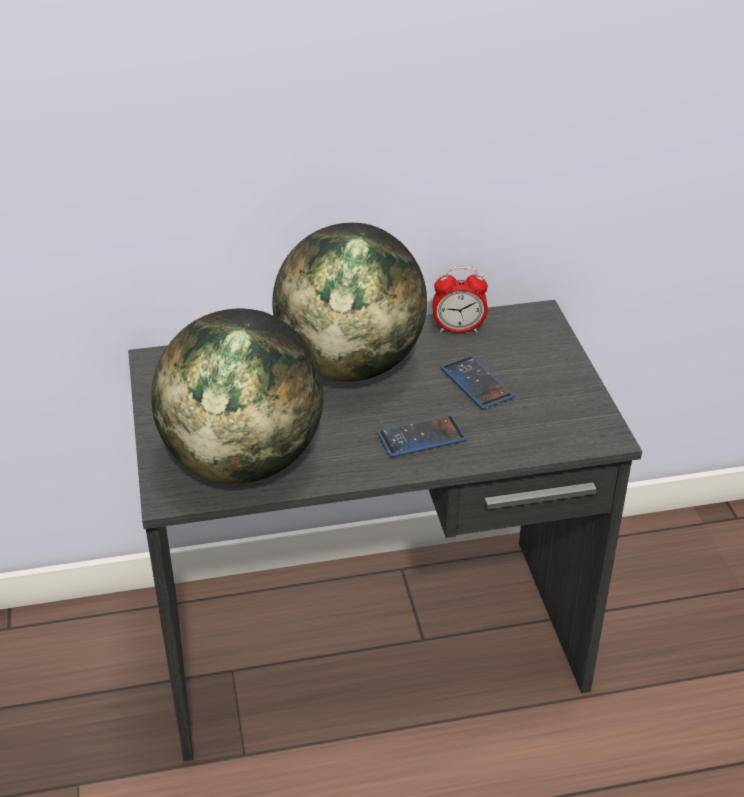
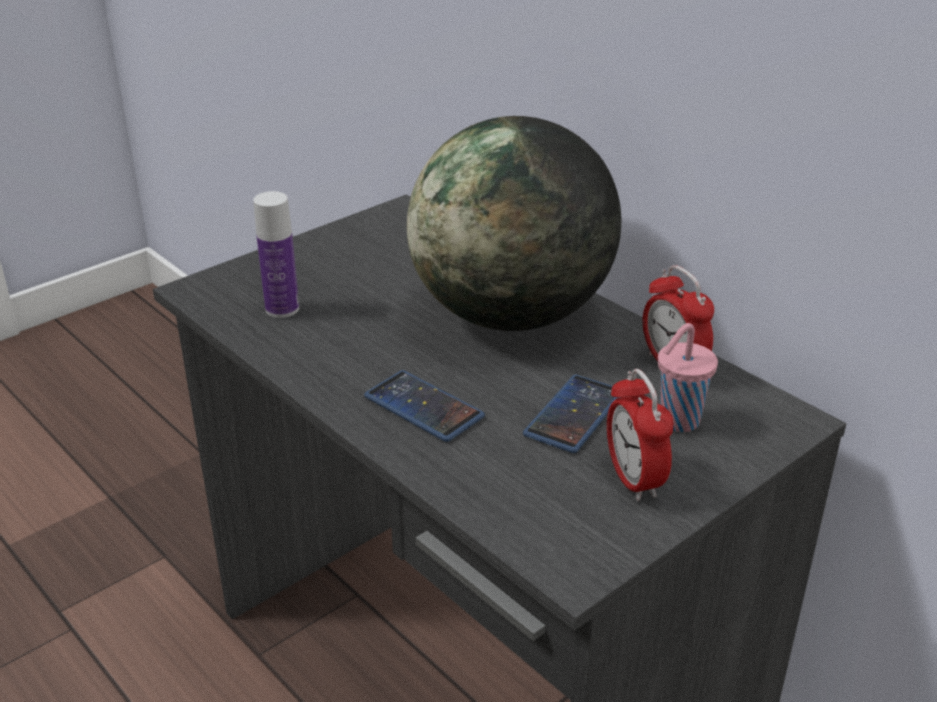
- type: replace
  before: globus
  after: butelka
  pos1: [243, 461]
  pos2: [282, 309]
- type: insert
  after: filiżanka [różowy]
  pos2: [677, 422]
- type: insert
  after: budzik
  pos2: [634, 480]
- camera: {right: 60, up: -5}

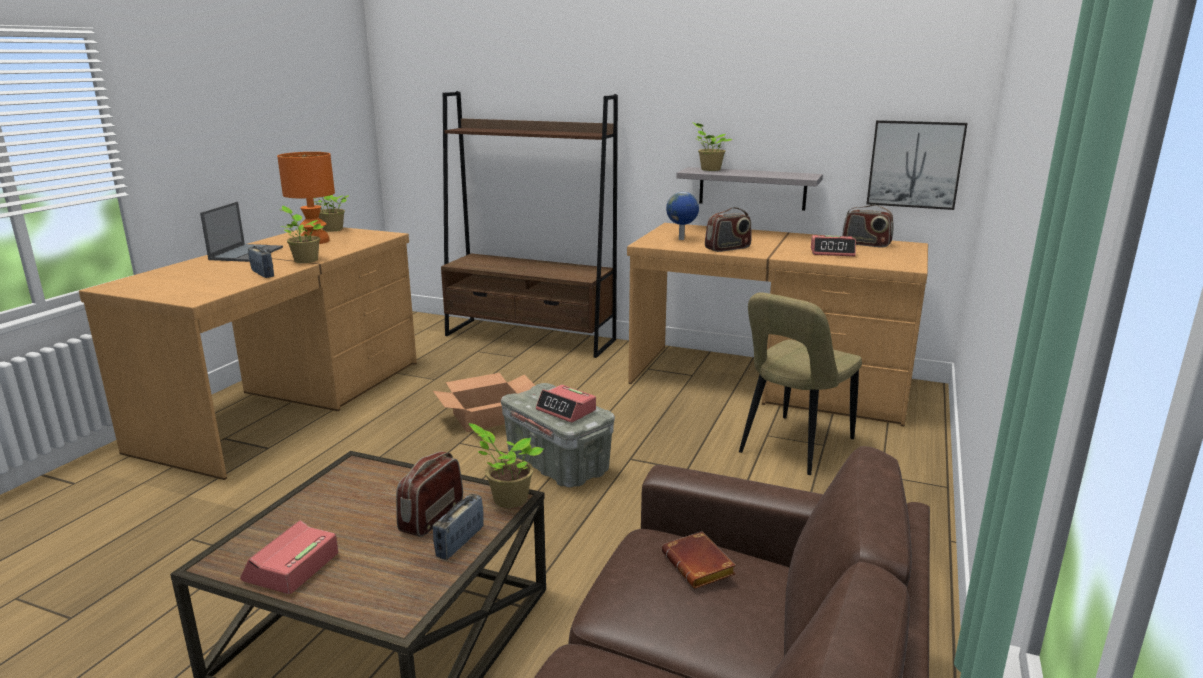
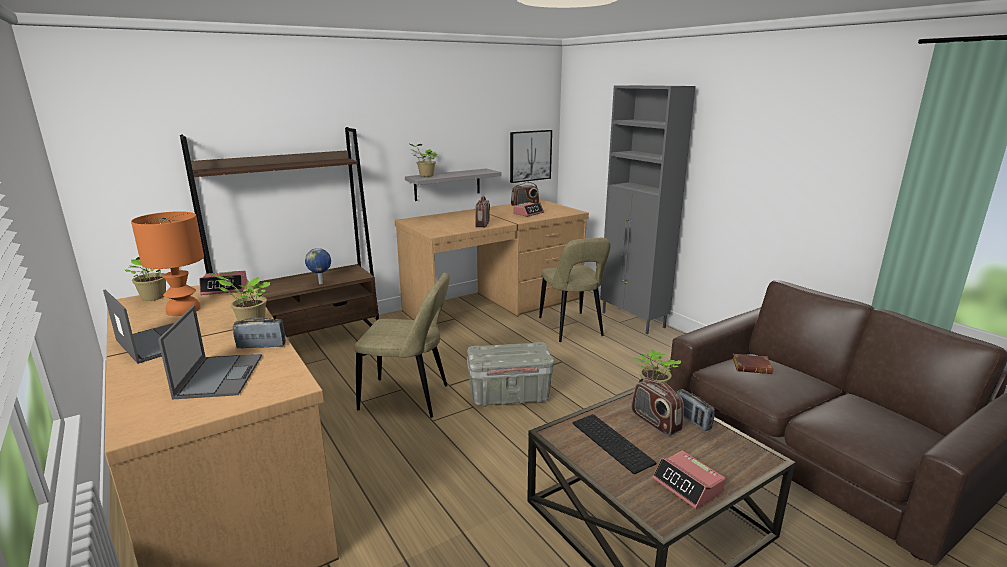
- type: move
  before: globus
  pos1: [681, 239]
  pos2: [321, 283]
- type: replace
  before: karton
  after: krzesło [beżowy]
  pos1: [487, 417]
  pos2: [408, 398]
- type: move
  before: budzik
  pos1: [566, 410]
  pos2: [225, 288]
- type: insert
  after: szafka [szary]
  pos2: [633, 320]
- type: insert
  after: laptop
  pos2: [219, 375]
- type: insert
  after: klawiatura
  pos2: [614, 442]
- camera: {right: -55, up: 0}

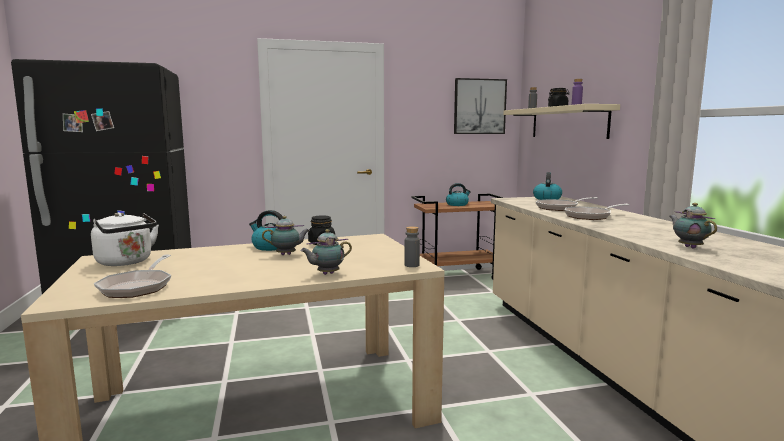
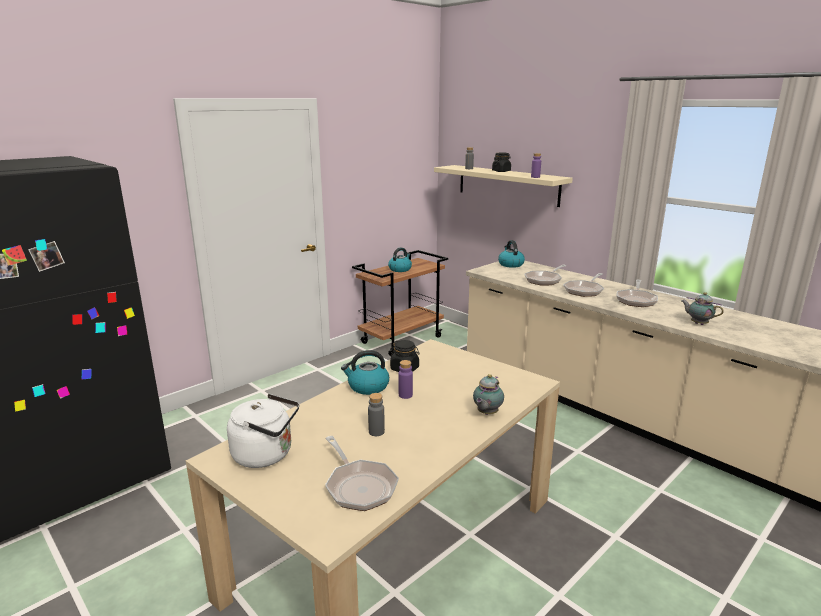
- type: delete
  before: obraz
  pos1: [479, 106]
- type: replace
  before: imbryk
  after: butelka [fioletowy]
  pos1: [287, 254]
  pos2: [405, 395]
- type: move
  before: butelka [szary]
  pos1: [411, 265]
  pos2: [376, 432]
- type: insert
  after: patelnia
  pos2: [636, 300]
- camera: {right: -30, up: 10}

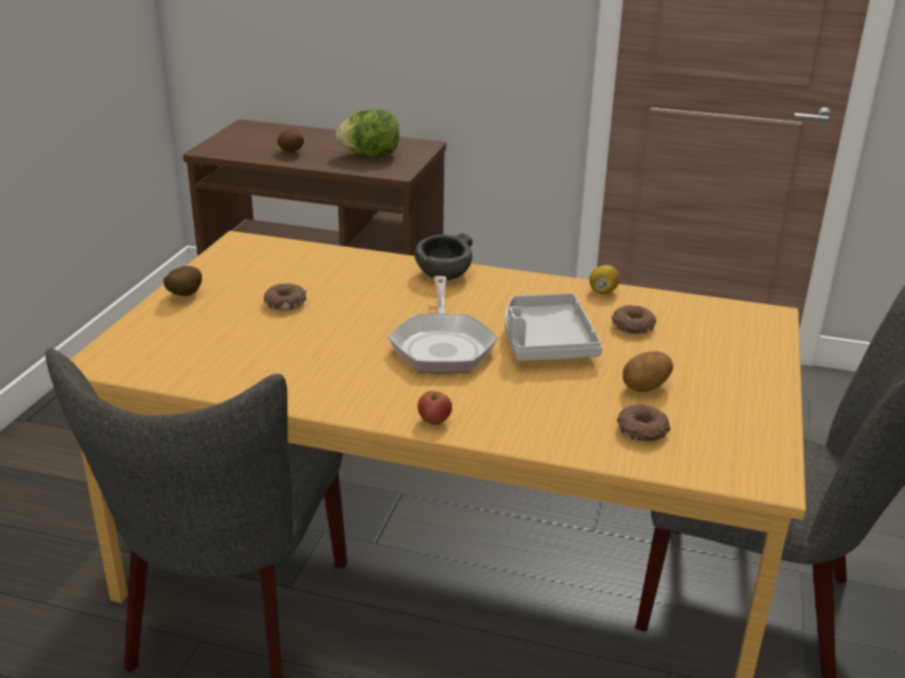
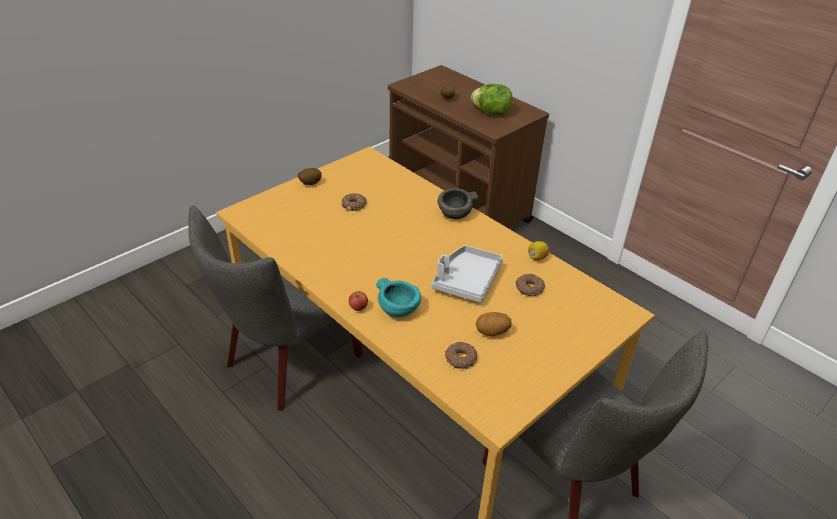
- type: delete
  before: patelnia
  pos1: [442, 346]
- type: insert
  after: miska [turkusowy]
  pos2: [399, 309]
- camera: {right: 30, up: 10}

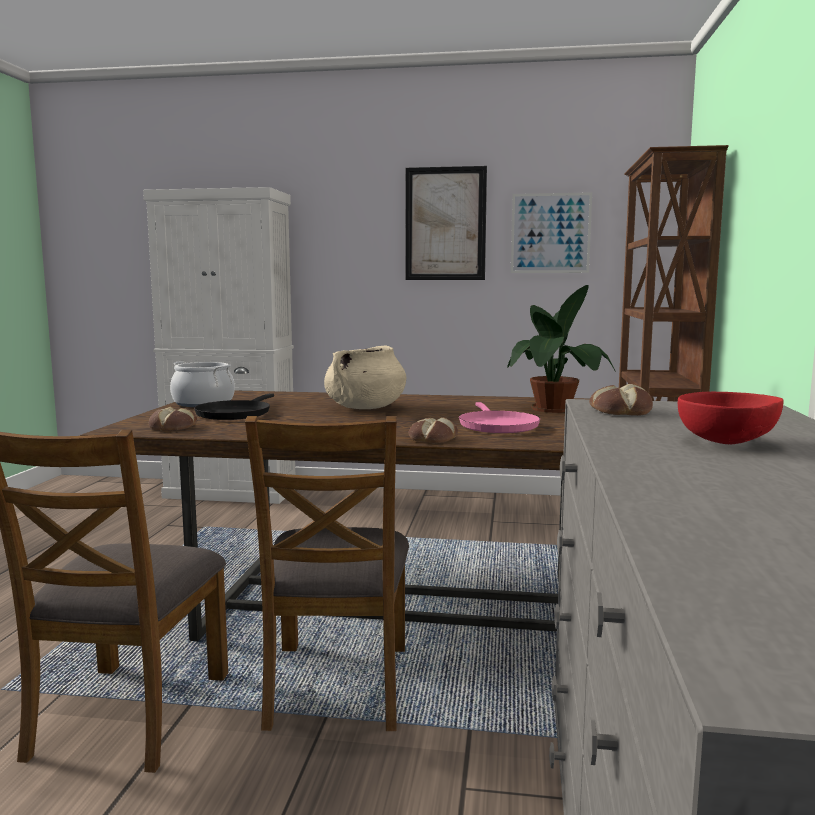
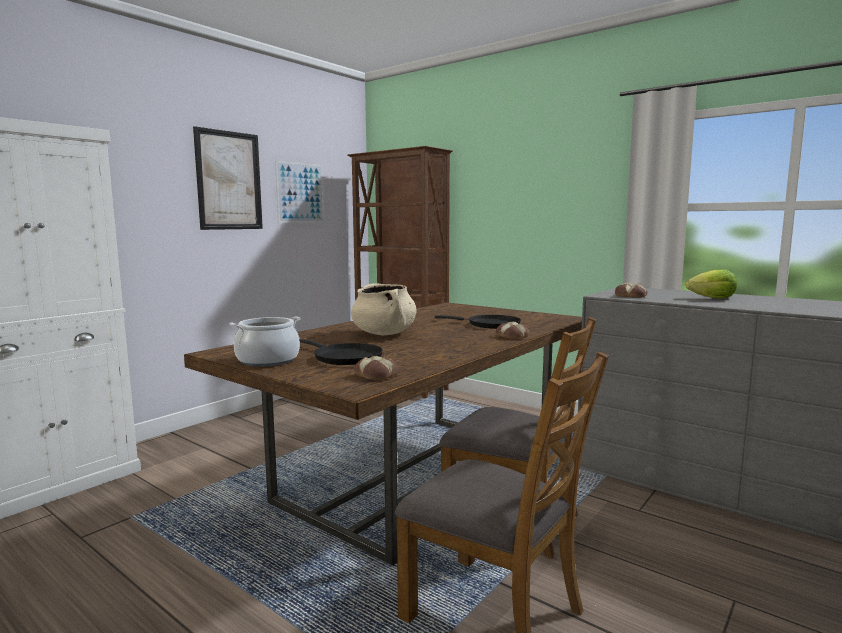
- type: delete
  before: roślina doniczkowa
  pos1: [555, 409]
- type: replace
  before: miska [czerwony]
  after: sałata
  pos1: [727, 443]
  pos2: [712, 298]
- type: recolor
  before: patelnia [różowy]
  after: patelnia [czarny]
  pos1: [496, 426]
  pos2: [490, 325]
- camera: {right: -60, up: 0}

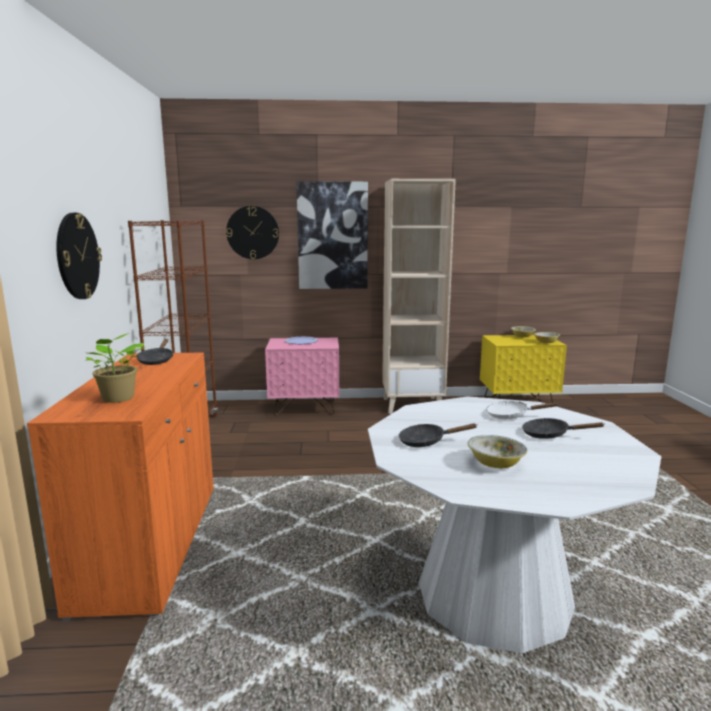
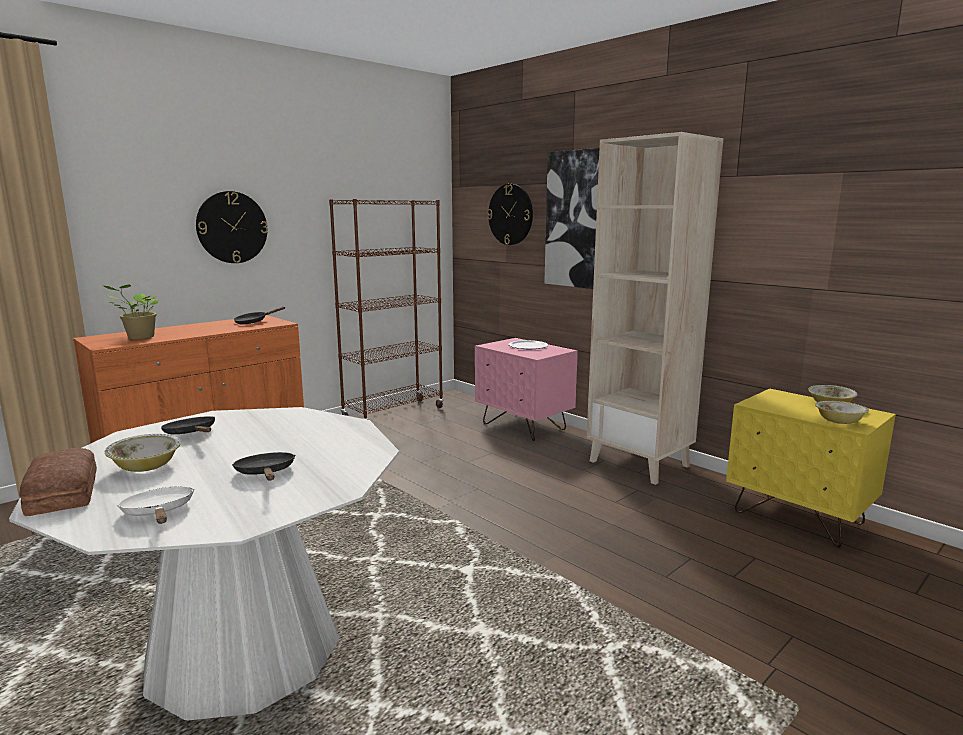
- type: move
  before: patelnia [biały]
  pos1: [511, 415]
  pos2: [159, 513]
- type: insert
  after: chleb
  pos2: [65, 492]
- camera: {right: 50, up: 0}

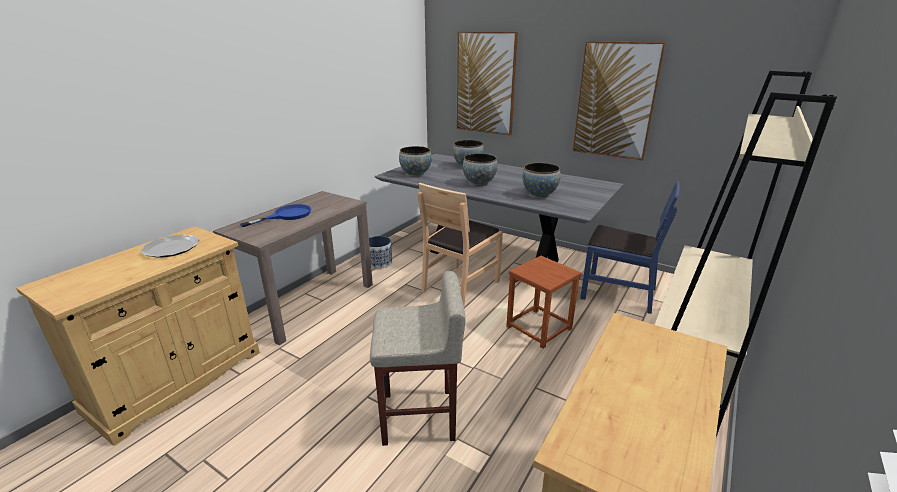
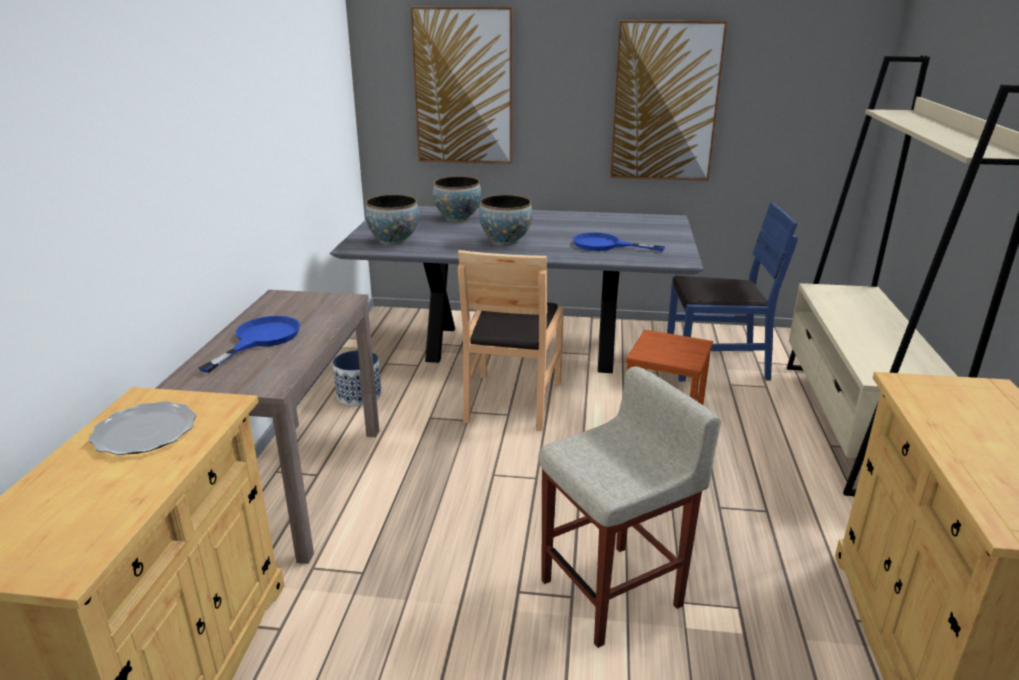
- type: replace
  before: miska
  after: patelnia [niebieski]
  pos1: [539, 195]
  pos2: [605, 245]
- camera: {right: -25, up: 0}

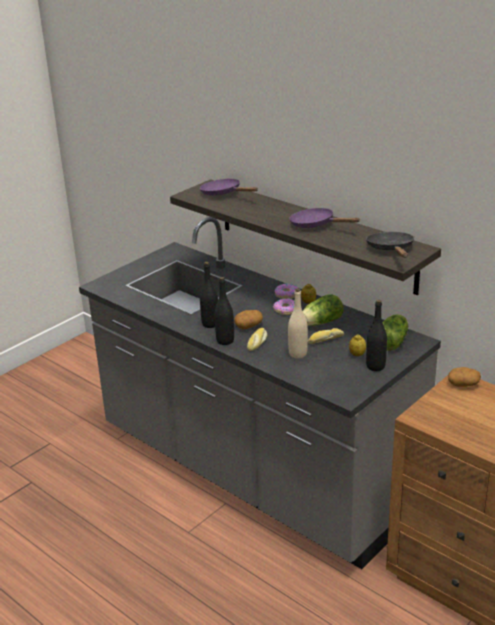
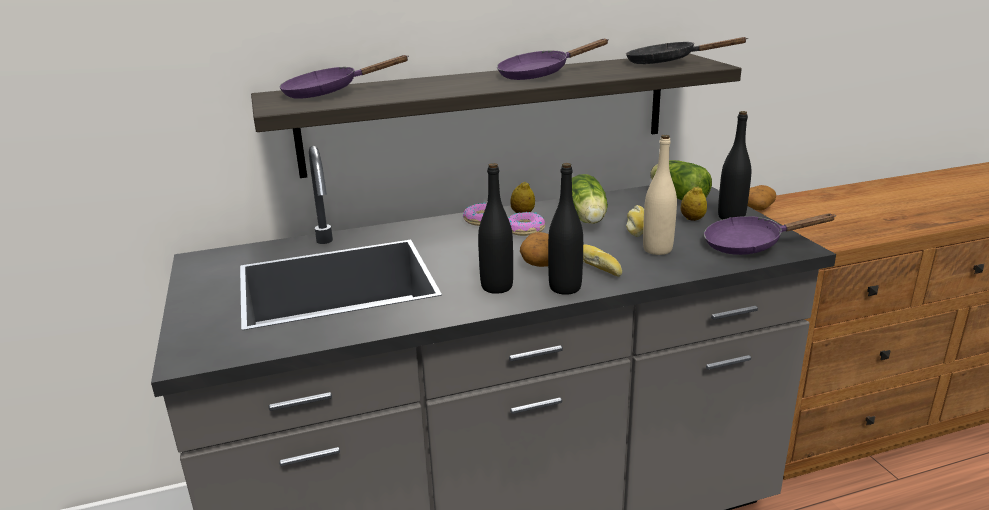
- type: insert
  after: patelnia [fioletowy]
  pos2: [750, 245]
- camera: {right: -60, up: -5}

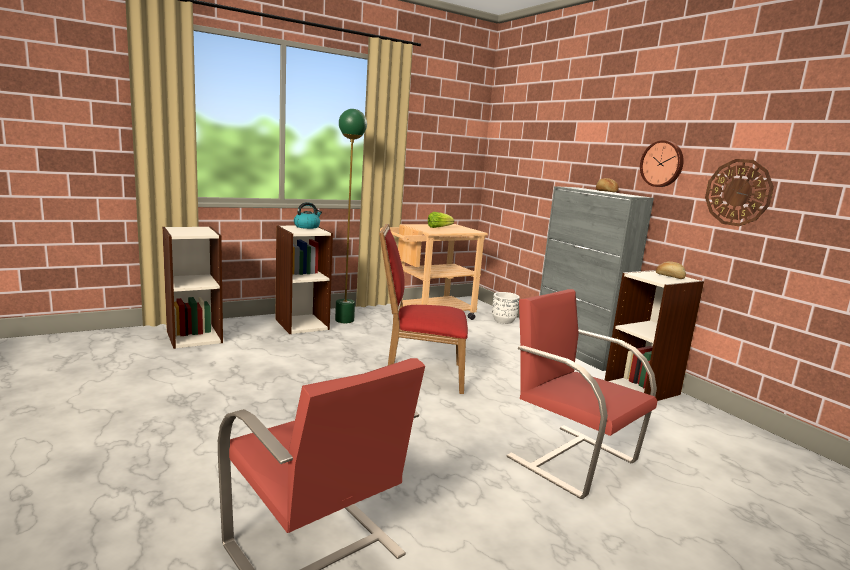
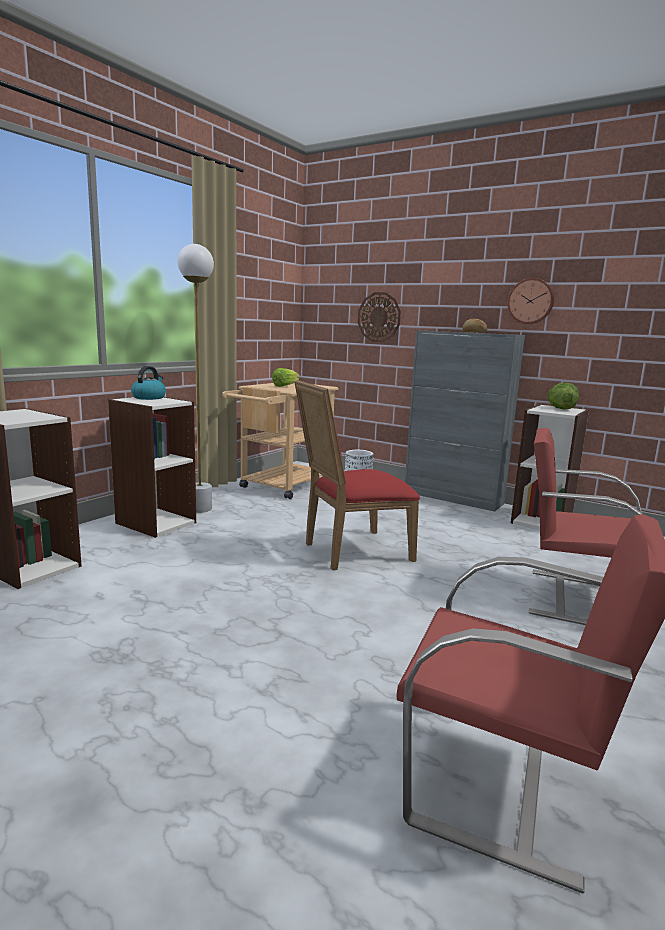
- type: recolor
  before: lampa stojąca [zielony]
  after: lampa stojąca [biały]
  pos1: [344, 320]
  pos2: [200, 509]
- type: move
  before: zegar ścienny
  pos1: [738, 192]
  pos2: [379, 317]
- type: replace
  before: chleb
  after: sałata
  pos1: [670, 276]
  pos2: [561, 409]
- camera: {right: -25, up: 0}

